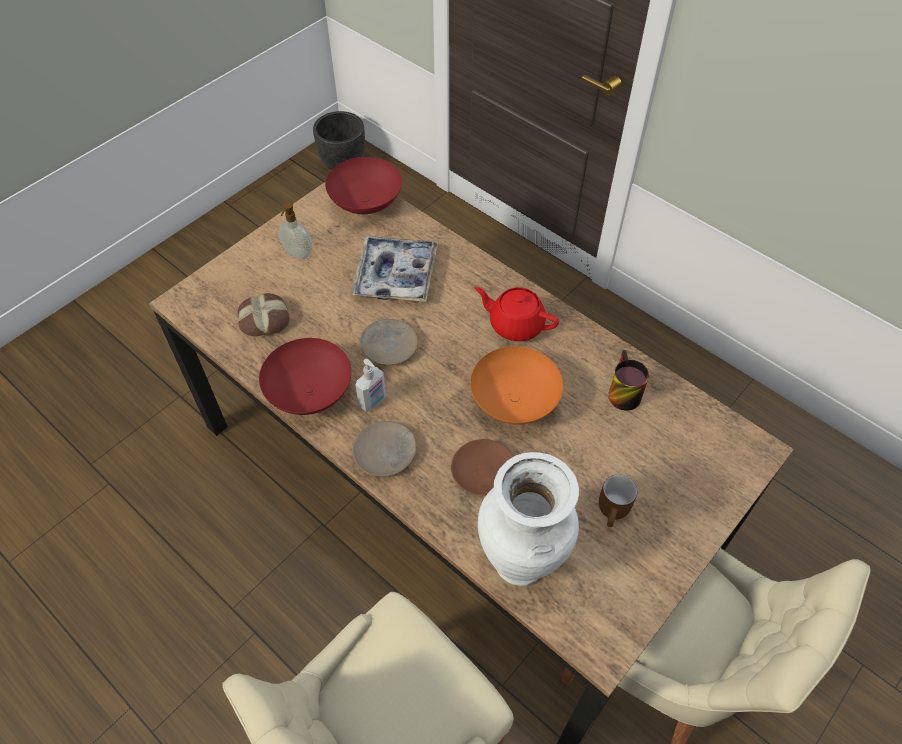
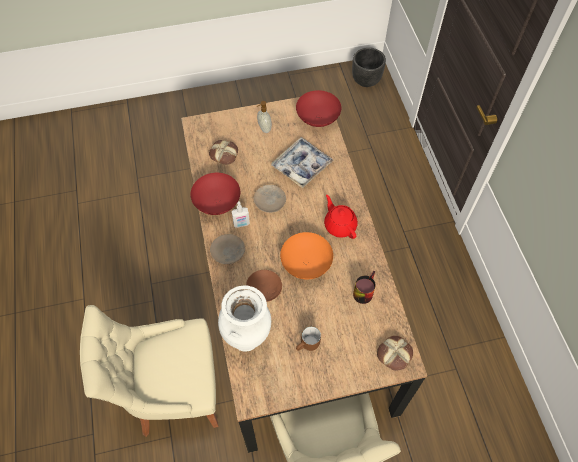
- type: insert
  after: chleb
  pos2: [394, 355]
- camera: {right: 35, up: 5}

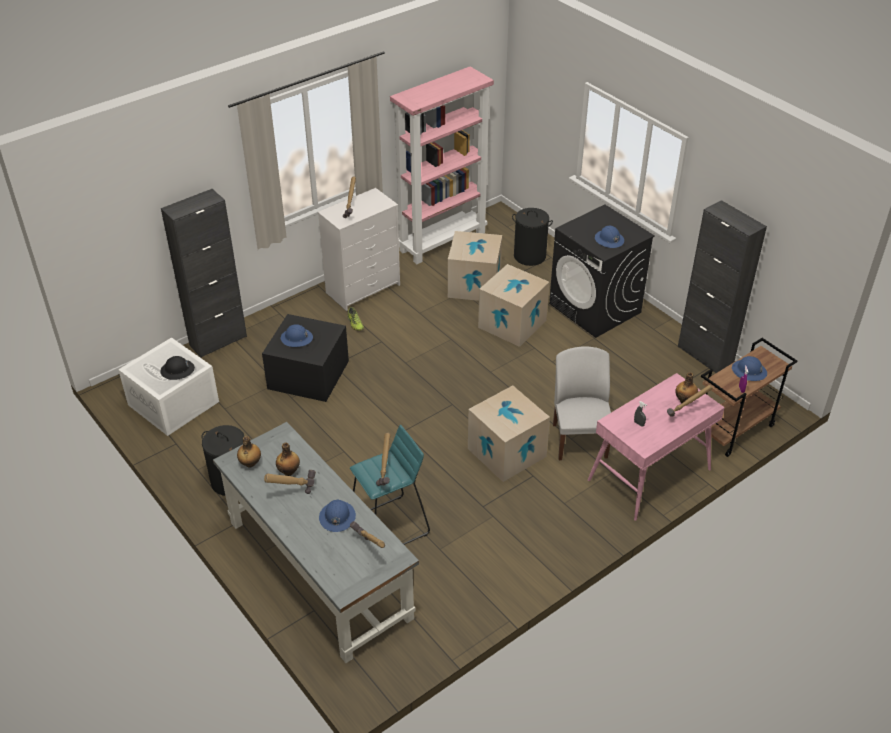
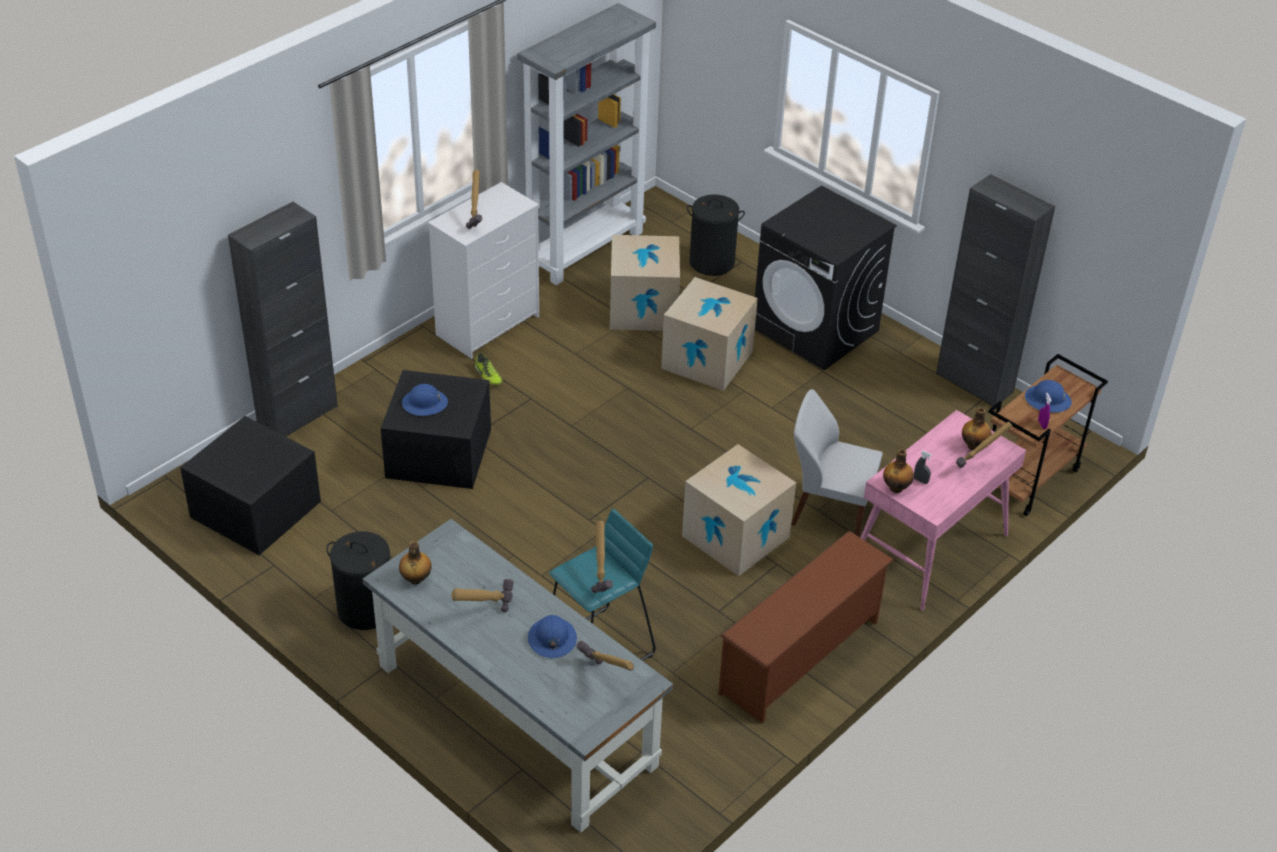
- type: recolor
  before: regał [różowy]
  after: regał [szary]
  pos1: [442, 241]
  pos2: [585, 249]
- type: delete
  before: kask [niebieski]
  pos1: [609, 240]
- type: recolor
  before: pojemnik do przechowywania [biały]
  after: pojemnik do przechowywania [czarny]
  pos1: [175, 403]
  pos2: [258, 509]
- type: rotate
  before: krzesło [biały]
  pos1: [579, 439]
  pos2: [829, 510]
  turn: -60
- type: delete
  before: kask [czarny]
  pos1: [177, 370]
- type: move
  before: butelka
  pos1: [289, 471]
  pos2: [896, 487]
- type: insert
  after: regał na buty [brązowy]
  pos2: [801, 658]
- camera: {right: -10, up: 0}

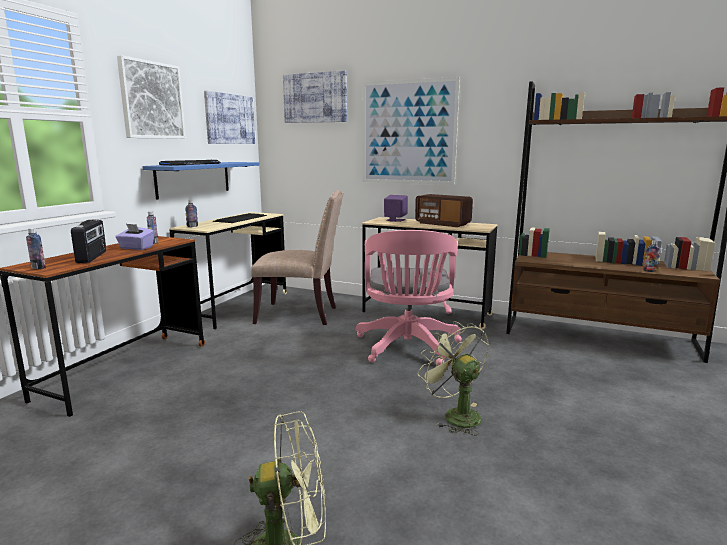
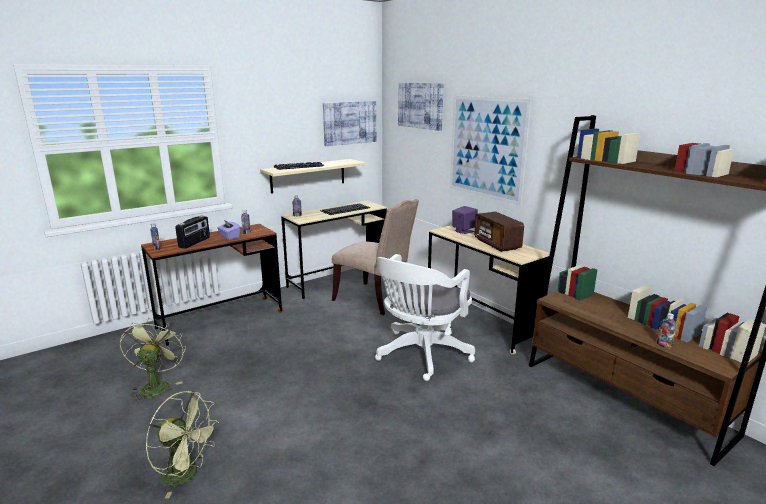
- type: delete
  before: obraz
  pos1: [152, 100]
- type: recolor
  before: półka [niebieski]
  after: półka [beżowy]
  pos1: [193, 179]
  pos2: [308, 175]
- type: recolor
  before: krzesło biurowe [różowy]
  after: krzesło biurowe [biały]
  pos1: [407, 348]
  pos2: [421, 355]
- type: move
  before: wentylator [zielony]
  pos1: [455, 415]
  pos2: [156, 385]
- camera: {right: 30, up: 5}

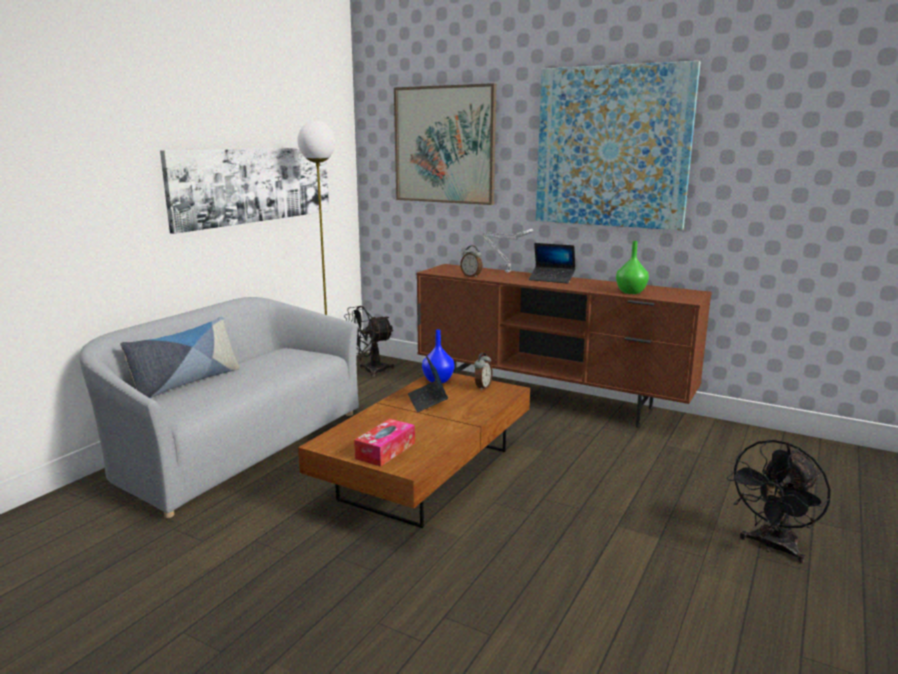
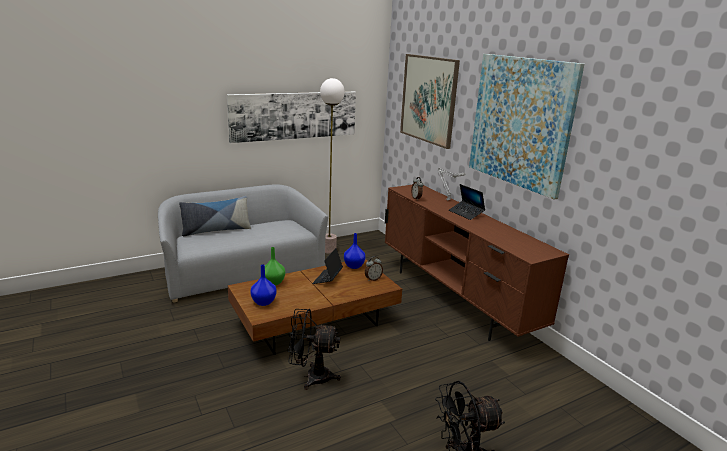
- type: move
  before: wazon [zielony]
  pos1: [631, 292]
  pos2: [273, 283]
- type: move
  before: wentylator [czarny]
  pos1: [369, 371]
  pos2: [311, 377]
- type: replace
  before: pudełko chusteczek
  after: wazon [niebieski]
  pos1: [385, 450]
  pos2: [263, 302]
- camera: {right: 30, up: 5}

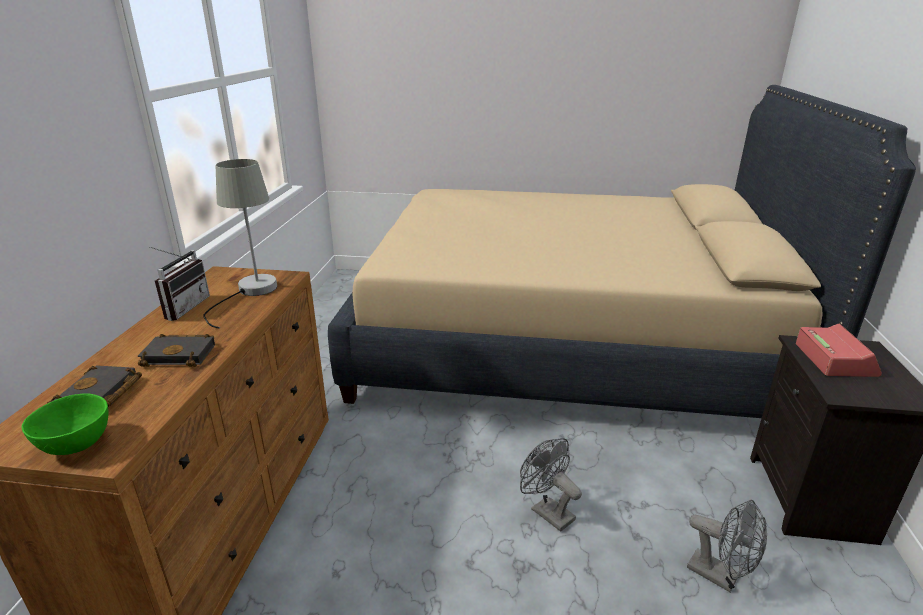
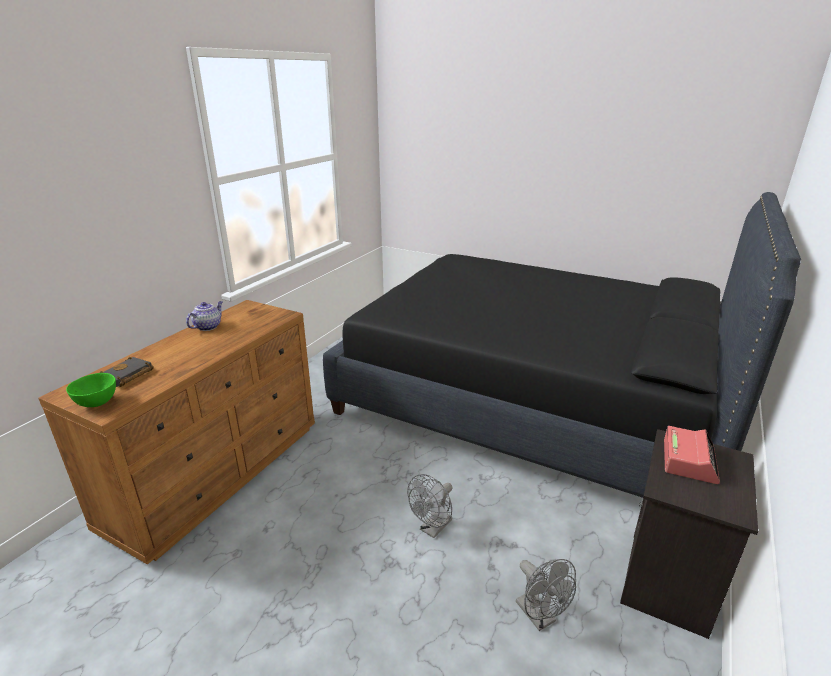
- type: recolor
  before: łóżko [beżowy]
  after: łóżko [czarny]
  pos1: [565, 341]
  pos2: [532, 399]
- type: delete
  before: lampa stołowa [szary]
  pos1: [250, 293]
- type: replace
  before: radio
  after: imbryk
  pos1: [182, 307]
  pos2: [208, 326]
- type: delete
  before: książka [czarny]
  pos1: [182, 354]
- type: rotate
  before: wentylator [szary]
  pos1: [547, 511]
  pos2: [433, 529]
  turn: -120
- camera: {right: 20, up: 0}

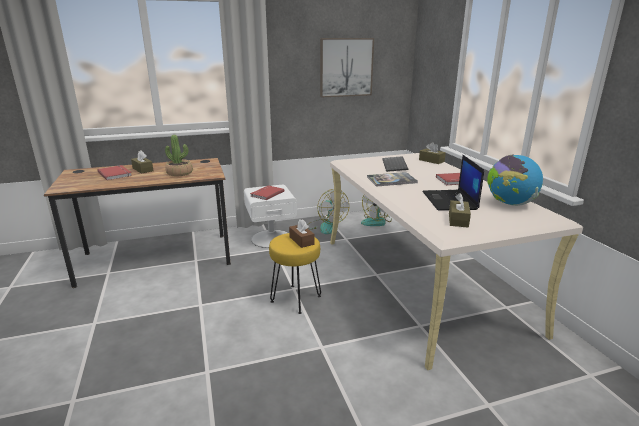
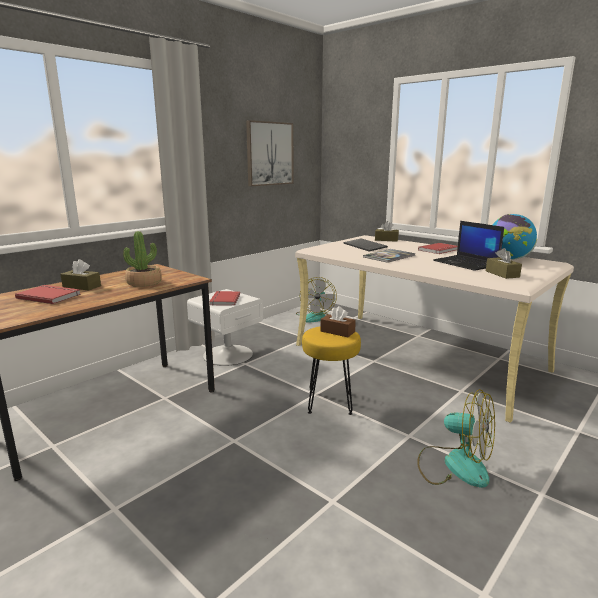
- type: move
  before: wentylator
  pos1: [326, 226]
  pos2: [454, 465]
- camera: {right: -30, up: -5}

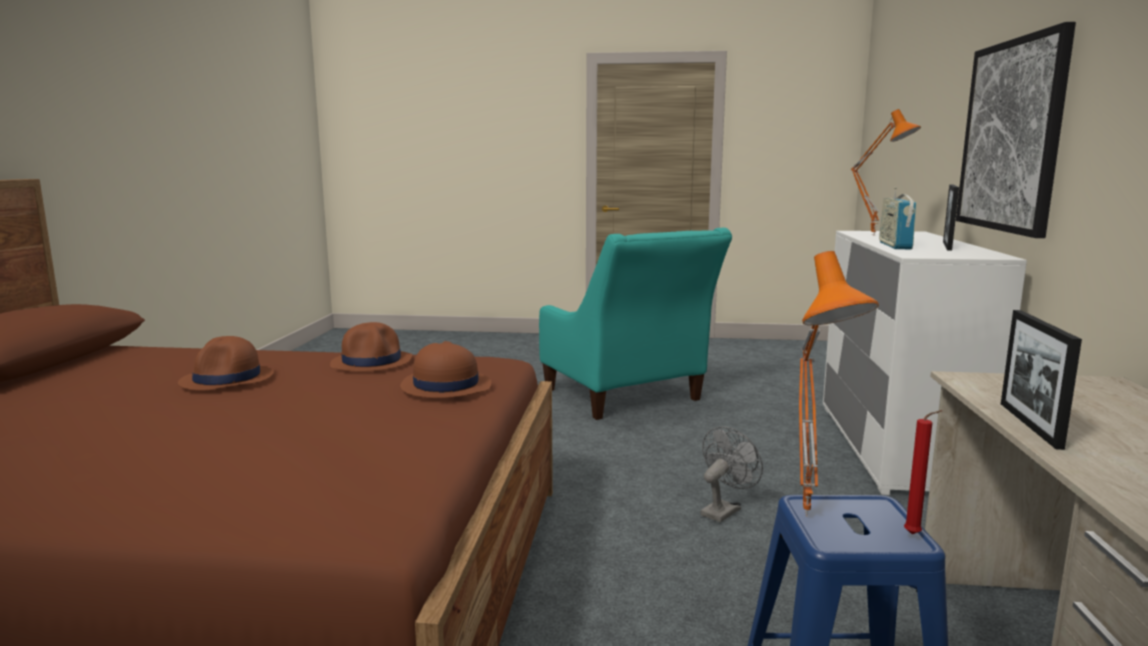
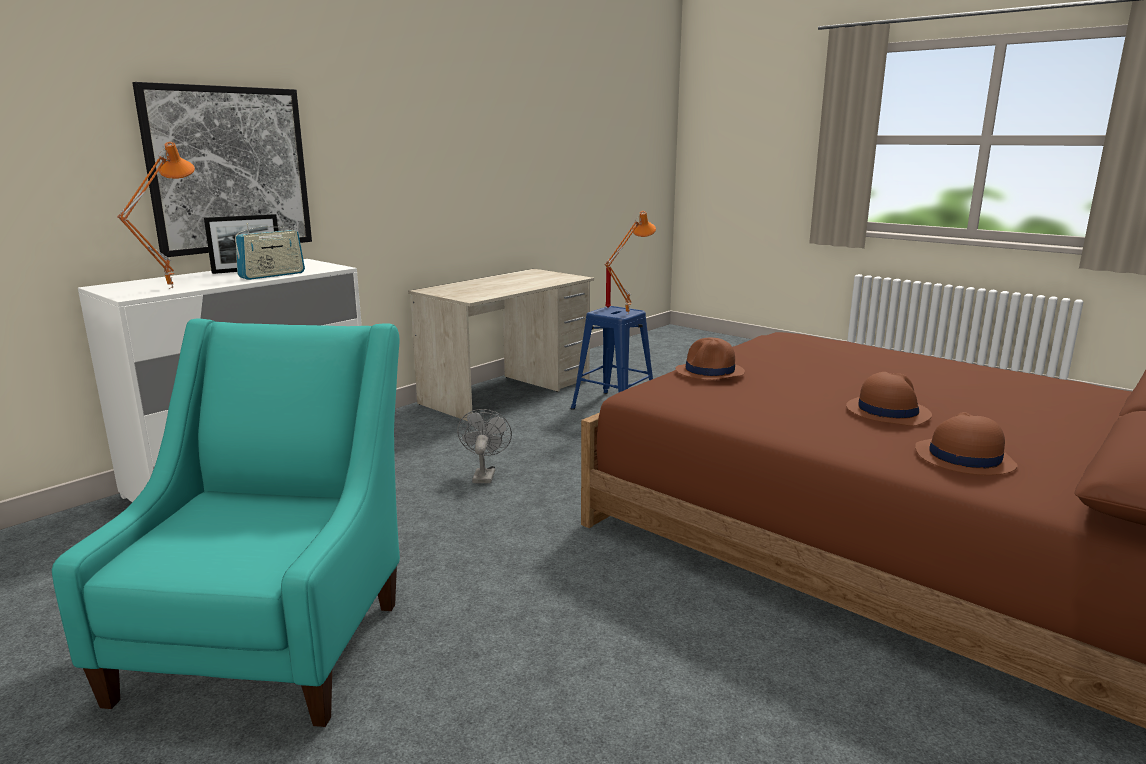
- type: delete
  before: ramka na zdjęcie
  pos1: [1029, 425]
- type: move
  before: kapelusz [brązowy]
  pos1: [372, 362]
  pos2: [963, 458]
- type: rotate
  before: wentylator [szary]
  pos1: [724, 510]
  pos2: [484, 475]
  turn: 105
- camera: {right: -145, up: 5}

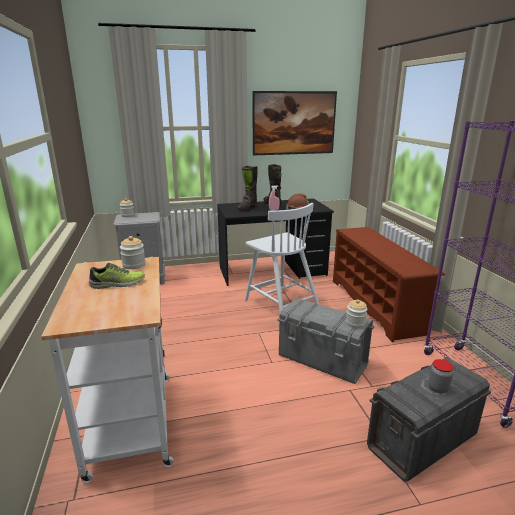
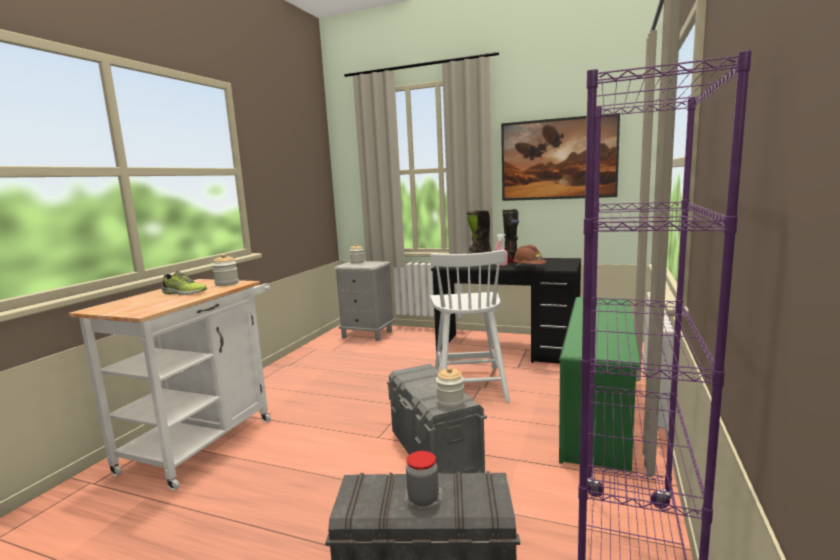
- type: recolor
  before: regał na buty [brązowy]
  after: regał na buty [zielony]
  pos1: [376, 305]
  pos2: [599, 415]
- camera: {right: 35, up: -10}

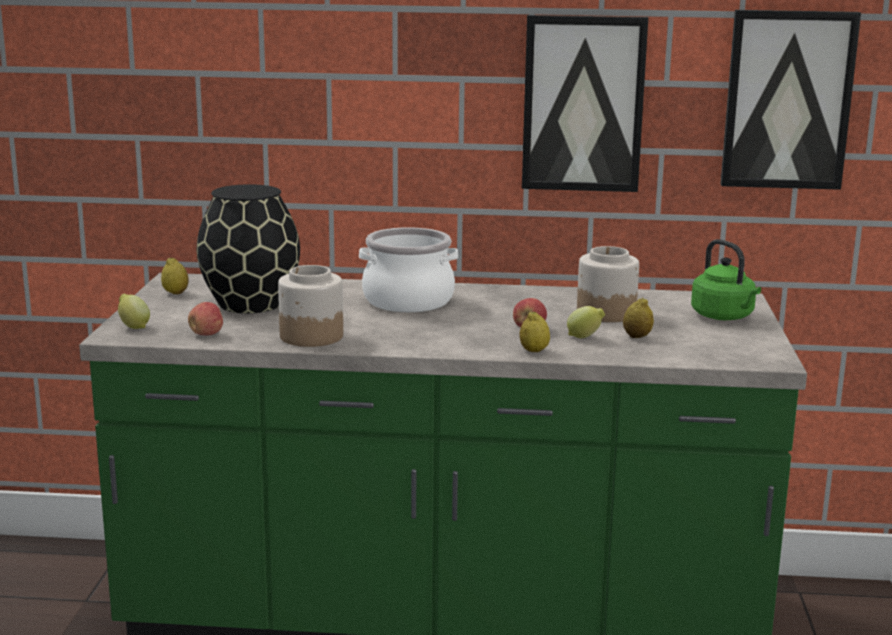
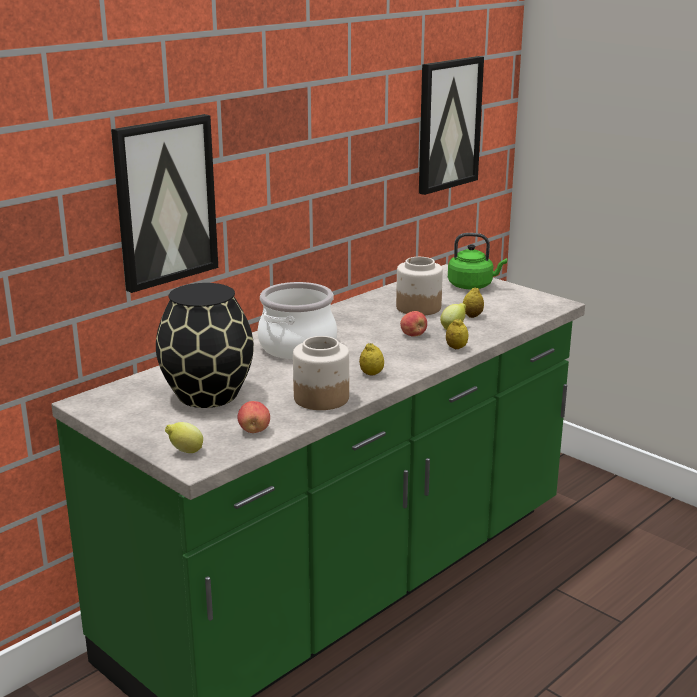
- type: move
  before: obraz
  pos1: [583, 104]
  pos2: [165, 201]
- type: move
  before: cytryna
  pos1: [175, 293]
  pos2: [371, 374]
- camera: {right: -50, up: 5}

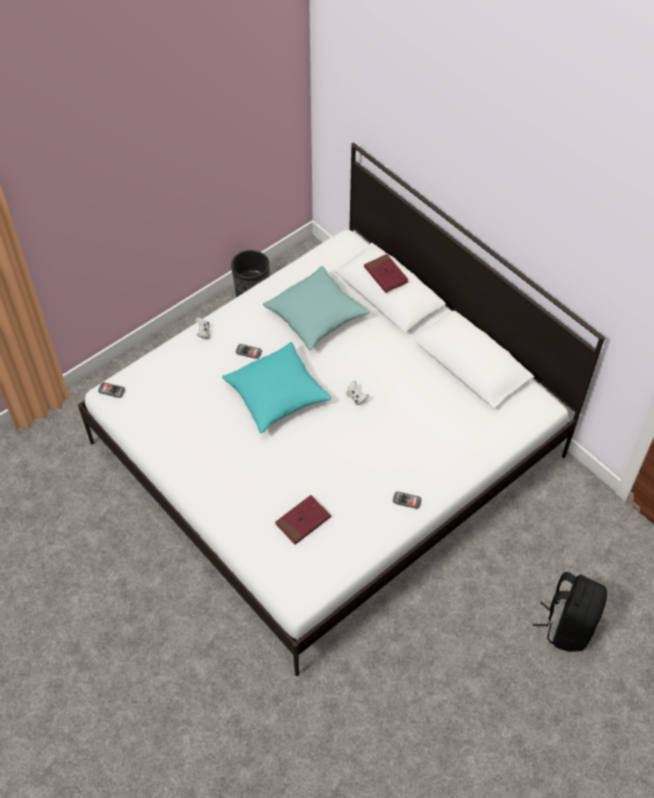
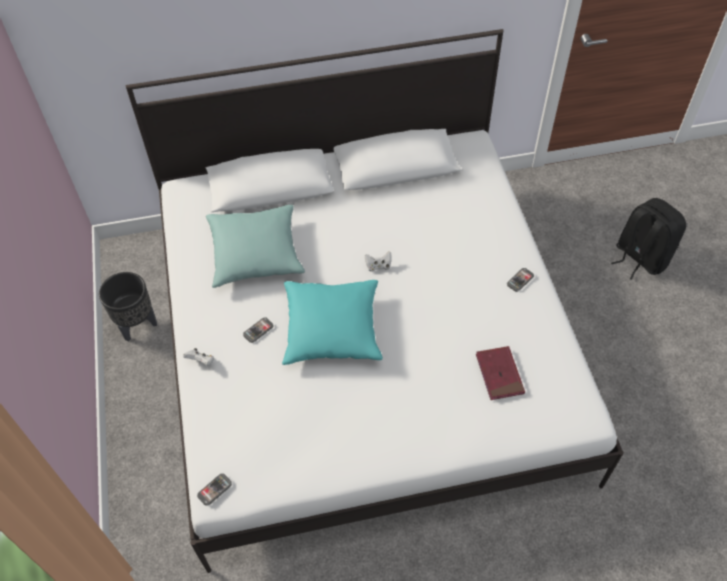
- type: delete
  before: książka [czerwony]
  pos1: [386, 275]
- camera: {right: -60, up: 0}

